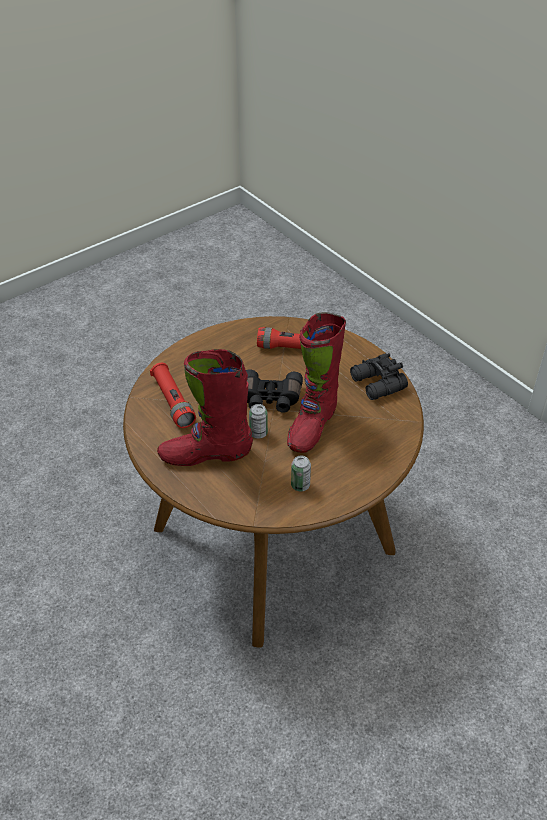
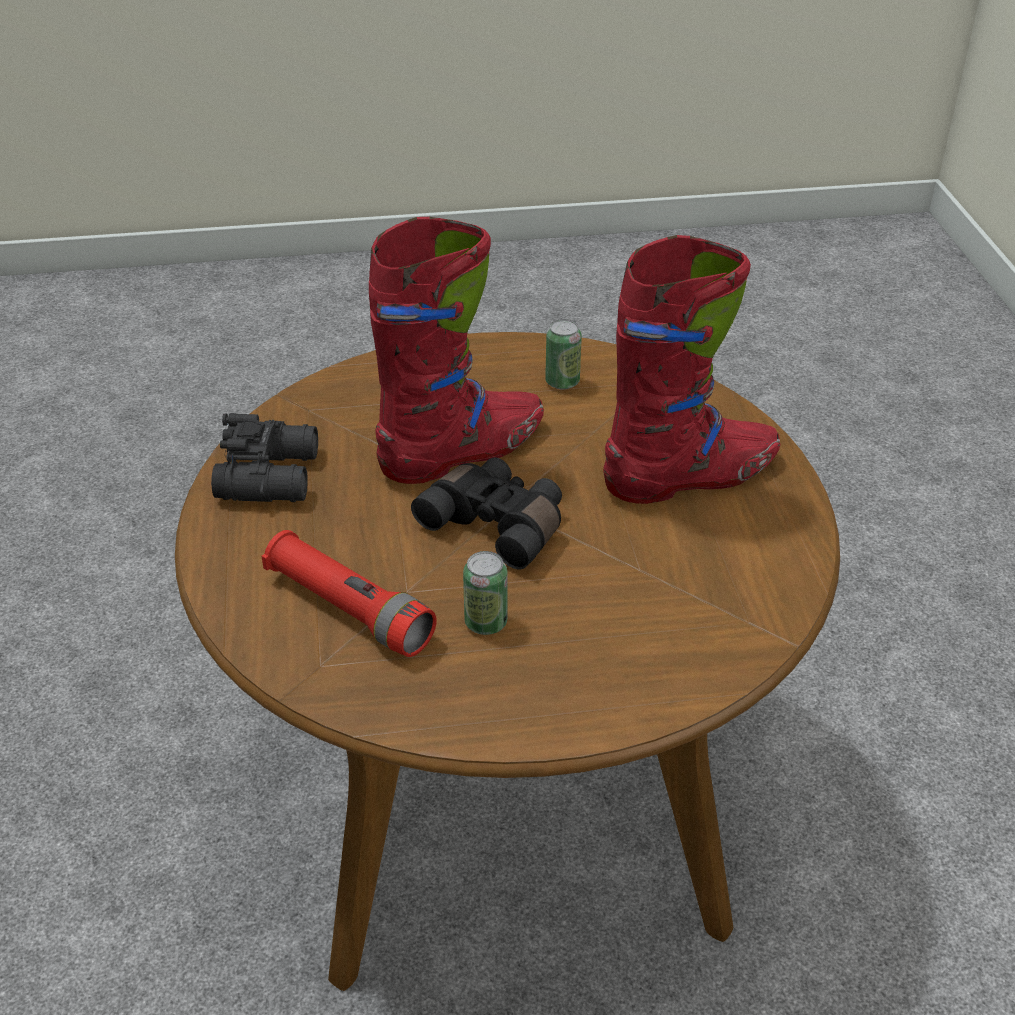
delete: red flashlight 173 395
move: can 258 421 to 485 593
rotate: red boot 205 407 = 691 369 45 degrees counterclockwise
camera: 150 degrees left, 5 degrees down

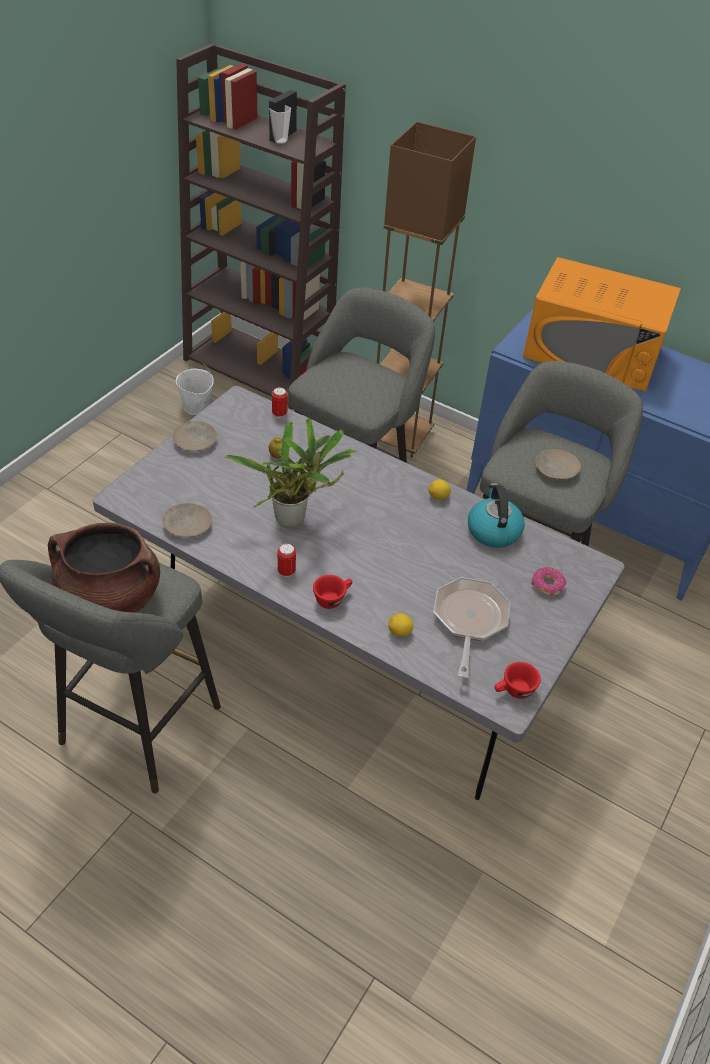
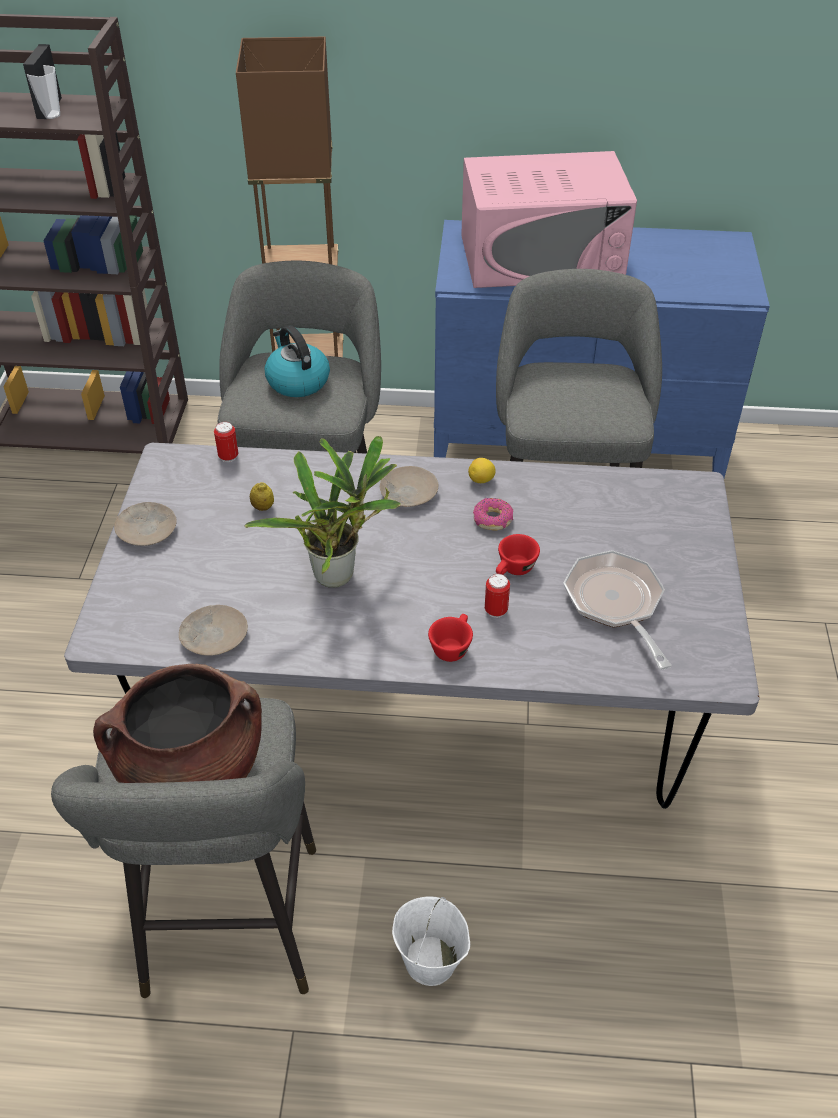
delete: lemon 400 625
move: white bucket 195 388 to 431 941; beige plate 558 464 to 409 486; kettle 496 515 to 297 361; can 286 560 to 497 596; donut 549 581 to 493 514; red cup 518 680 to 518 554
recolor: orange microwave 602 324 to pink microwave 549 219
camera: 25 degrees left, 0 degrees up

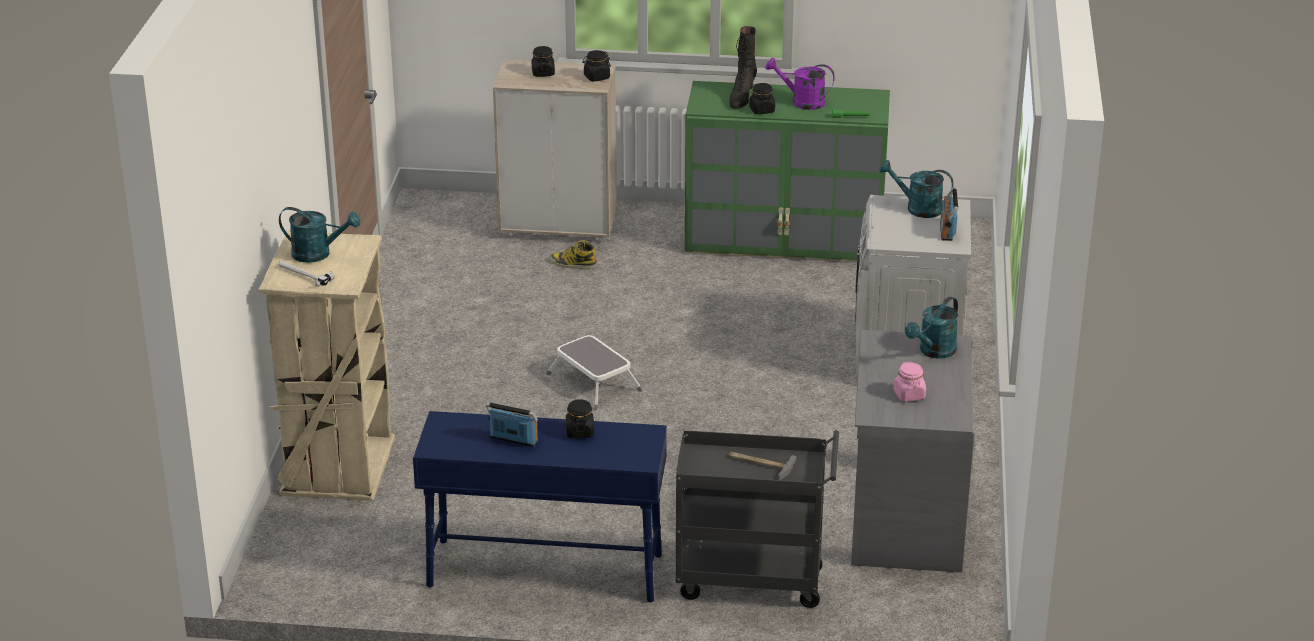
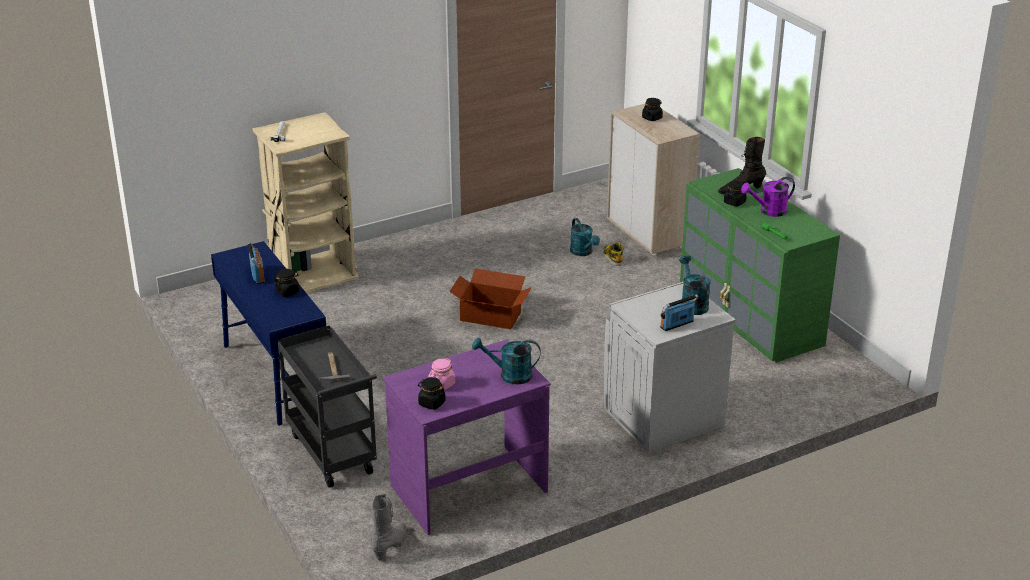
insert: grey boot 389 527
move: black jar 596 65 to 432 393; turquoise watering can 319 235 to 585 237
replace: grey step ladder 594 372 to cardboard box 490 298
recolor: grey desk 913 451 to purple desk 467 437
rotate: purple watering can 800 84 = 768 197 90 degrees counterclockwise
camera: 55 degrees right, 0 degrees up

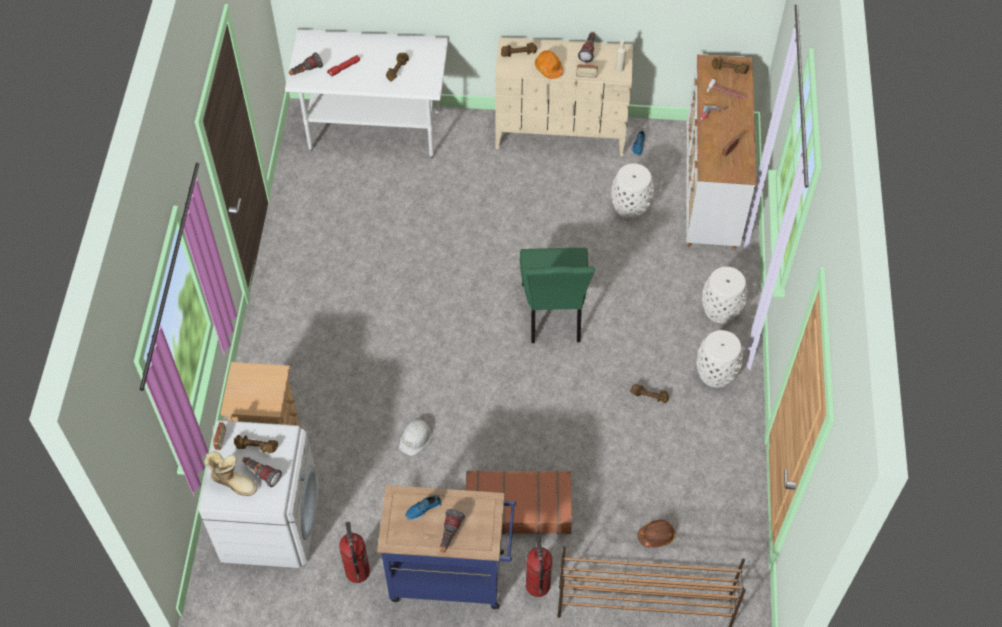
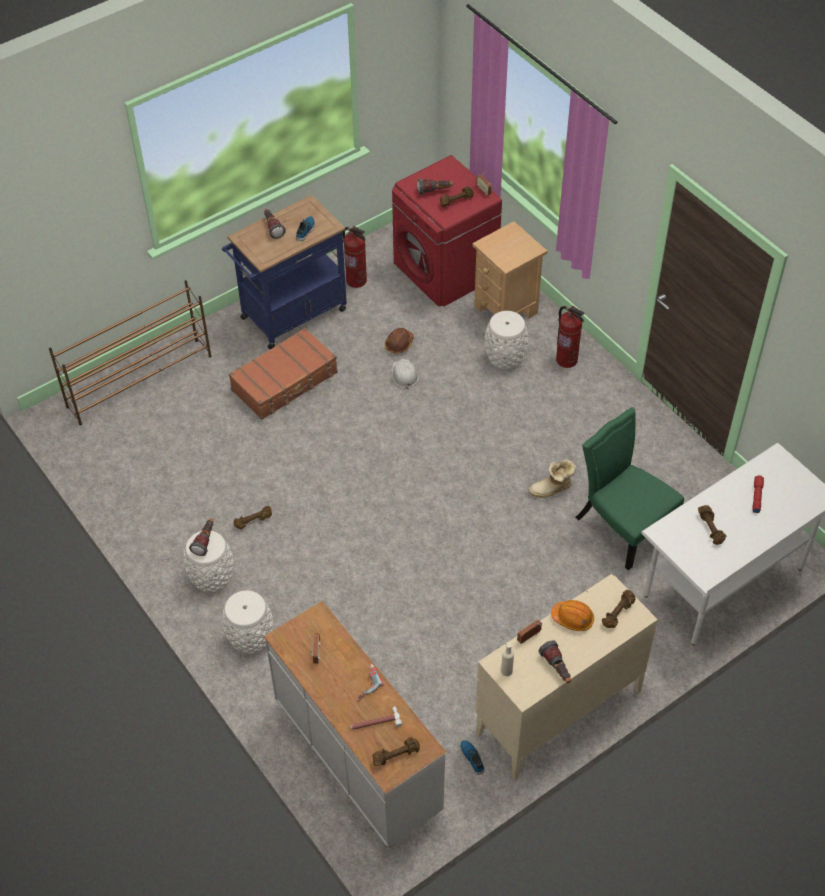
move: flashlight 306 64 to 201 537; white stool 632 191 to 506 340; green chair 557 295 to 629 489; boot 230 473 to 552 478; brown hard hat 656 534 to 399 341; fire extinguisher 539 566 to 570 337
recolor: white washing machine 259 494 to red washing machine 447 230
camera: 140 degrees right, 5 degrees down

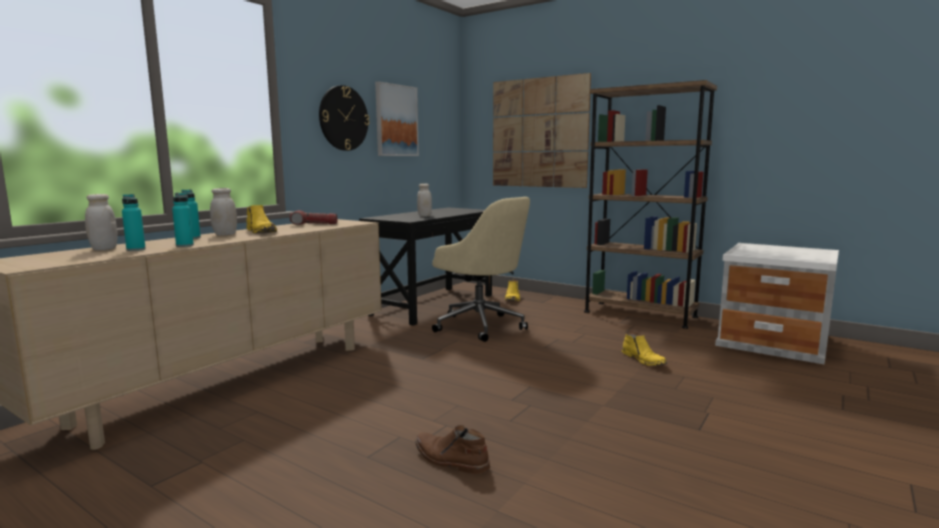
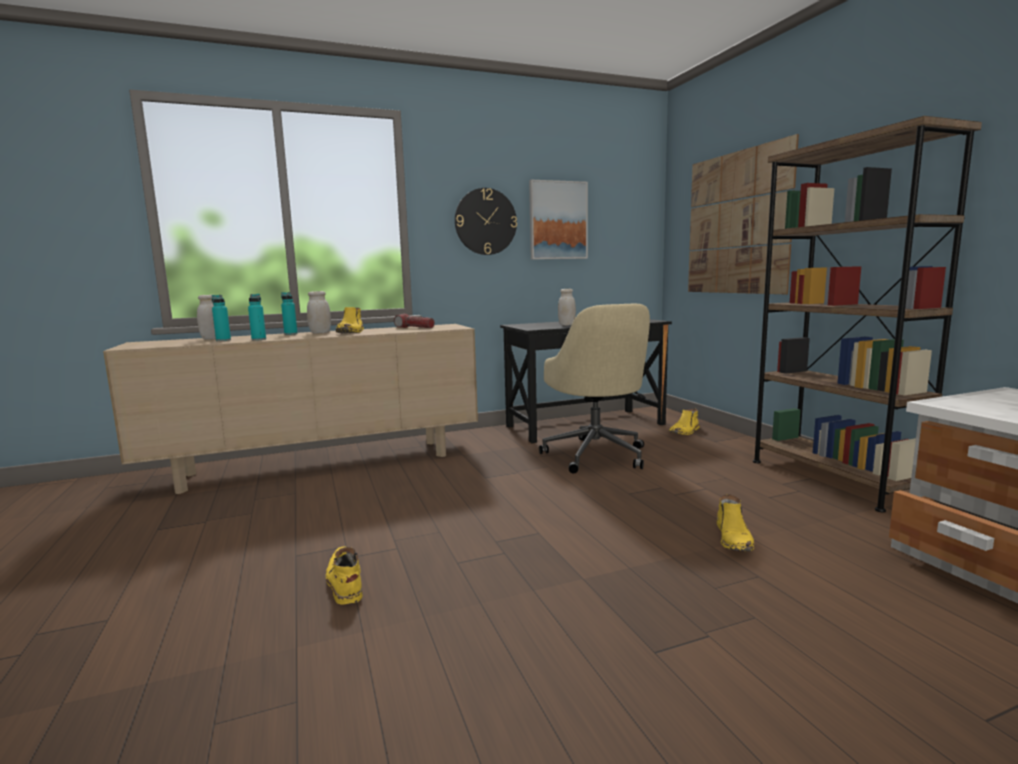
recolor: brown boot 452 449 to yellow boot 344 576
camera: 35 degrees right, 0 degrees up

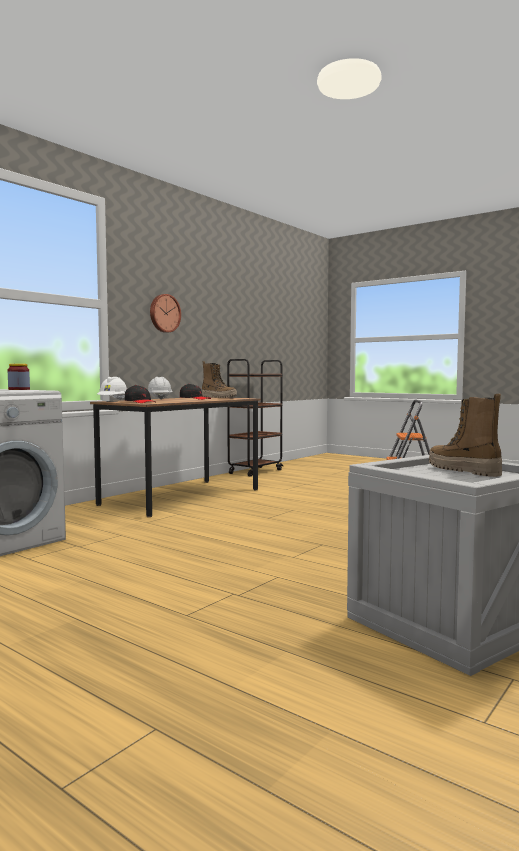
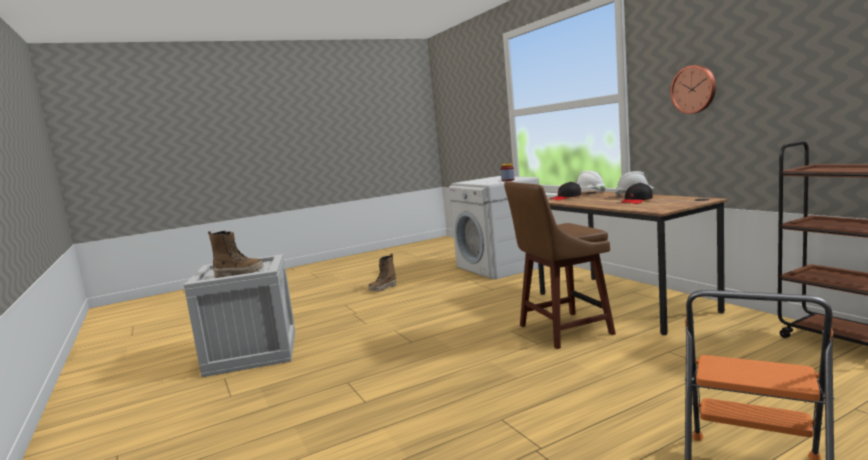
insert: brown chair 560 265
move: boot 219 379 to 382 273
camera: 115 degrees right, 5 degrees up

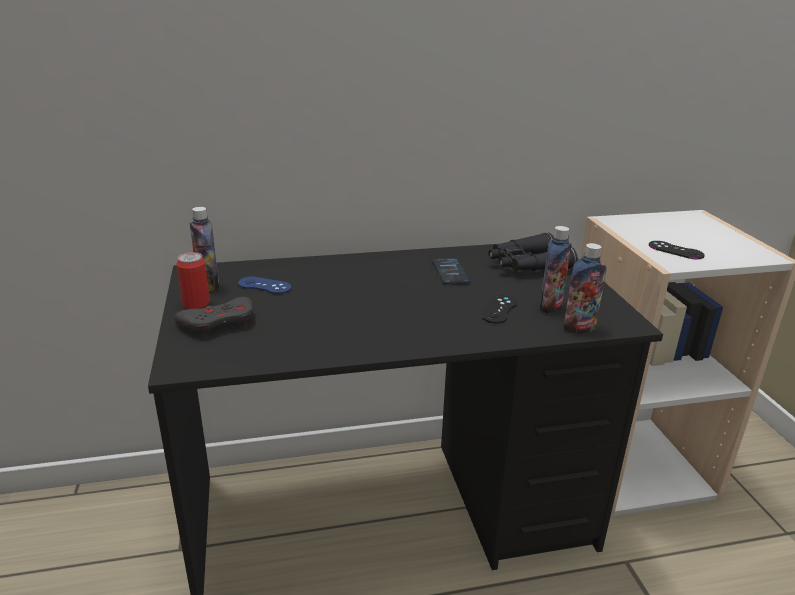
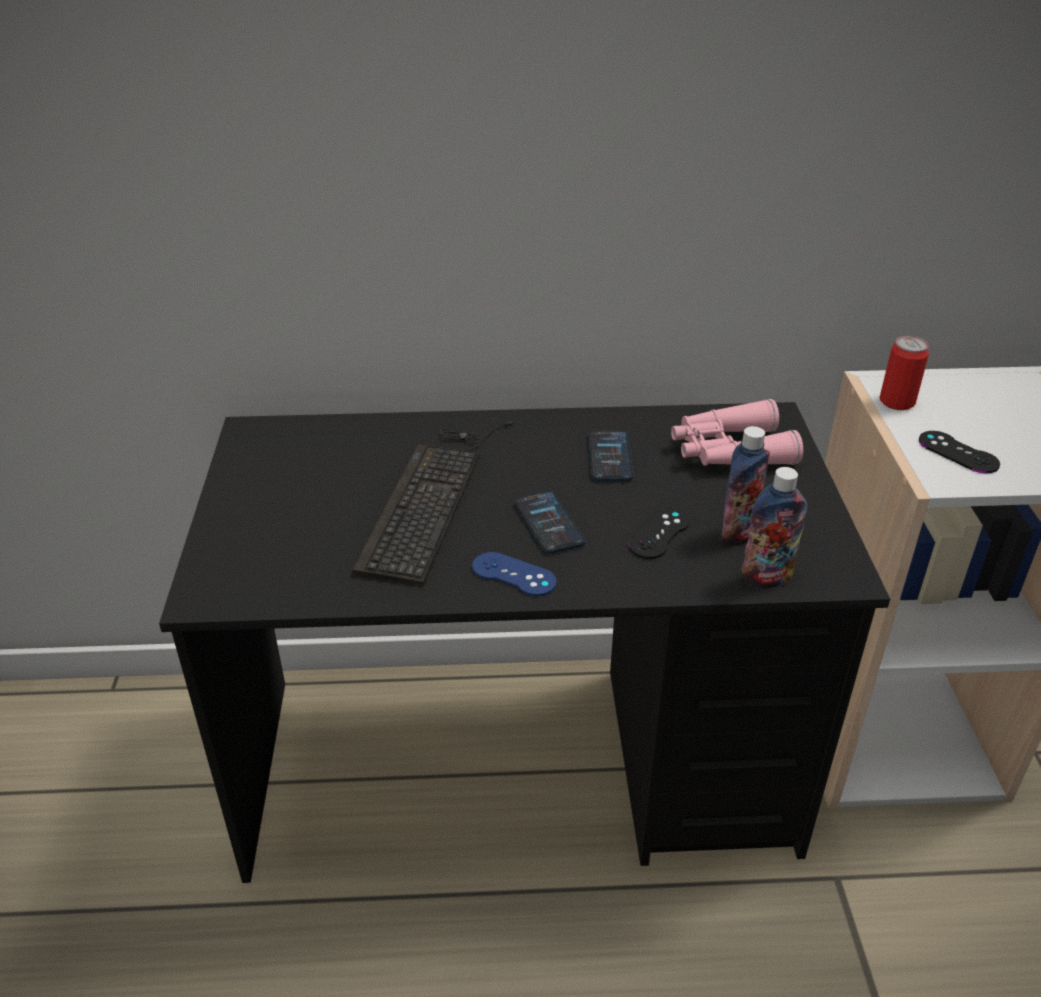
delete: bottle 204 249; grey game controller 213 317
insert: keyboard 432 503; phone 550 522
move: can 193 280 to 904 373; blue game controller 264 285 to 514 574
recolor: black binoculars 533 251 to pink binoculars 737 432
camera: 10 degrees right, 10 degrees up

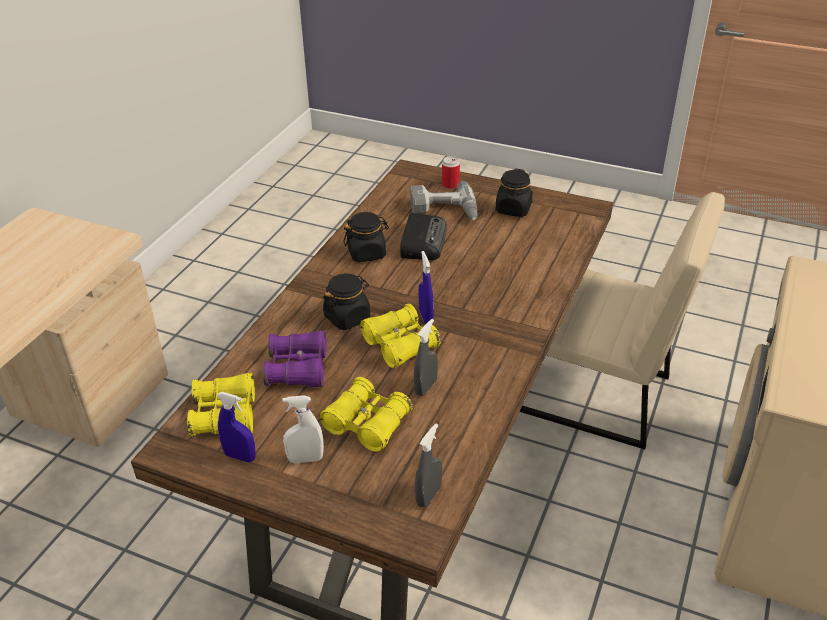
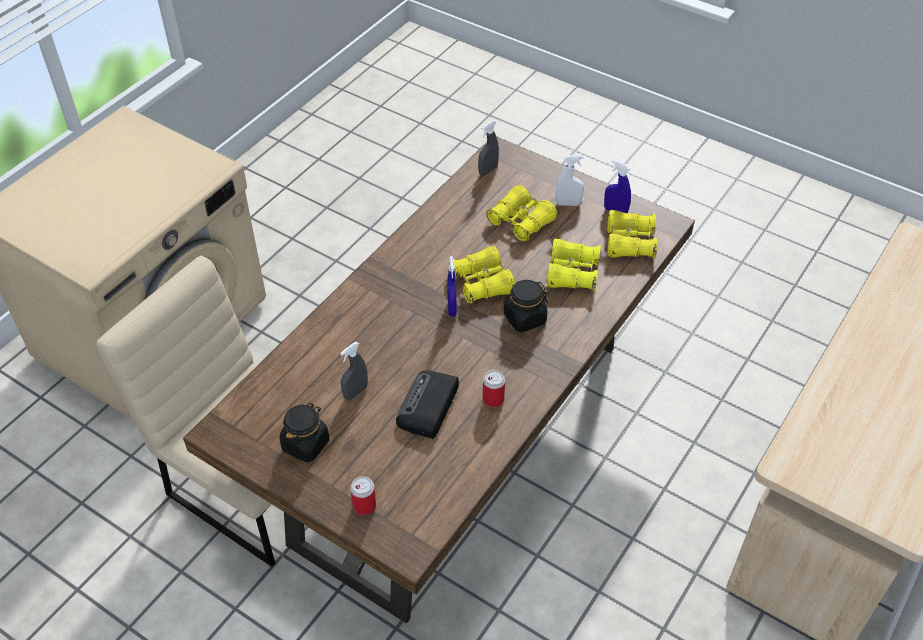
delete: power drill 444 200
move: grey spray bottle 426 357 to 354 371
replace: black jar 366 237 to can 494 388
recolor: purple binoculars 295 359 to yellow binoculars 574 265
camera: 170 degrees left, 10 degrees up

